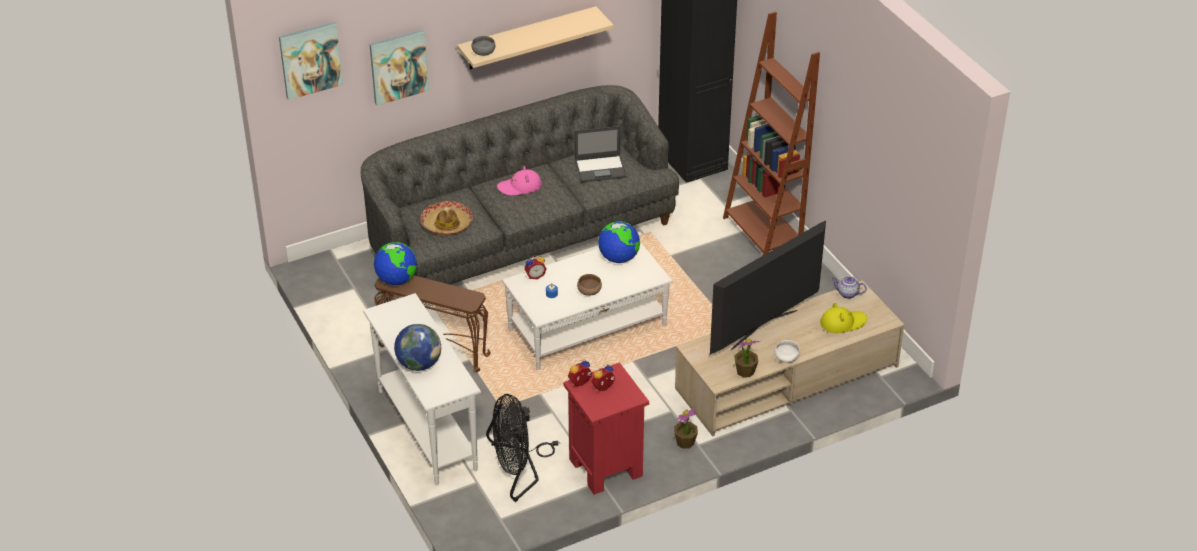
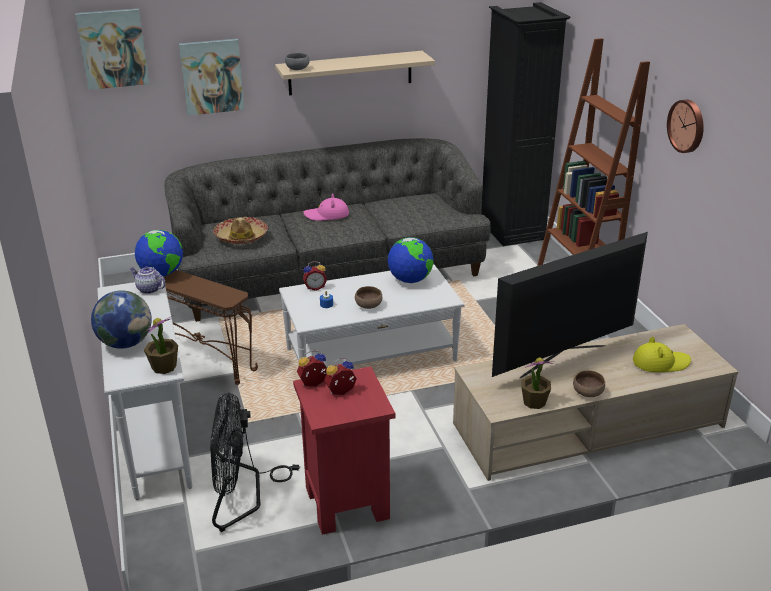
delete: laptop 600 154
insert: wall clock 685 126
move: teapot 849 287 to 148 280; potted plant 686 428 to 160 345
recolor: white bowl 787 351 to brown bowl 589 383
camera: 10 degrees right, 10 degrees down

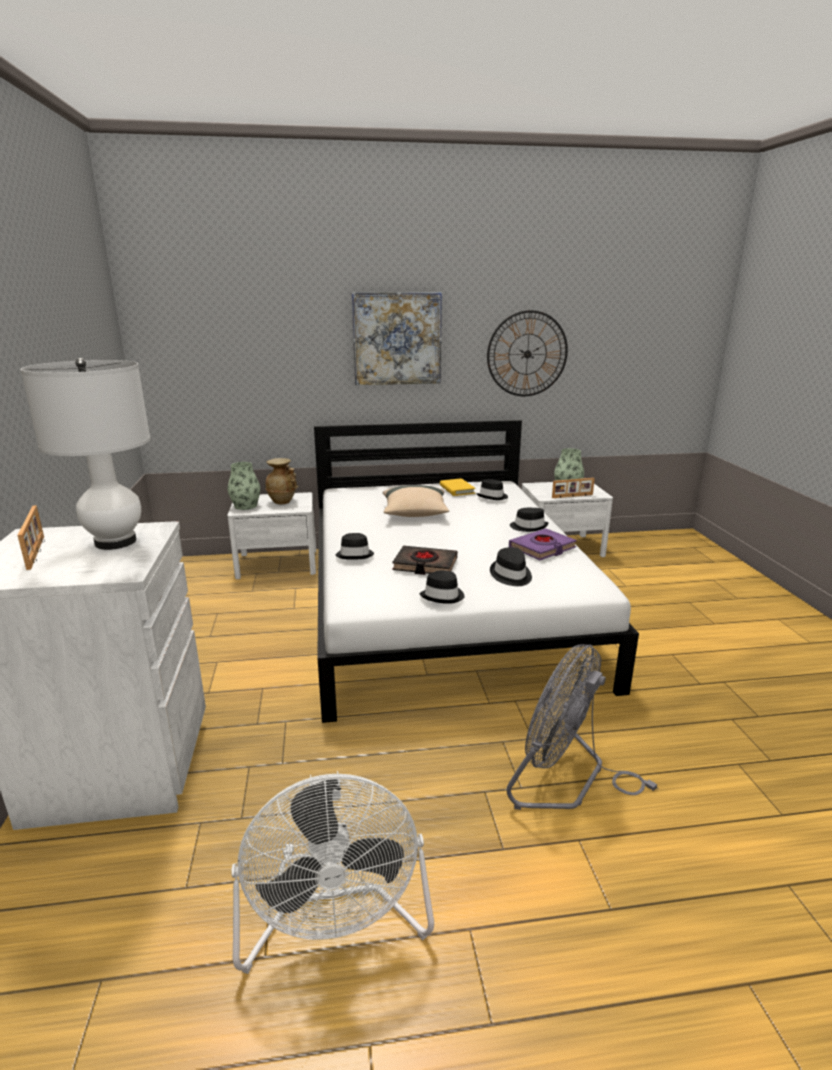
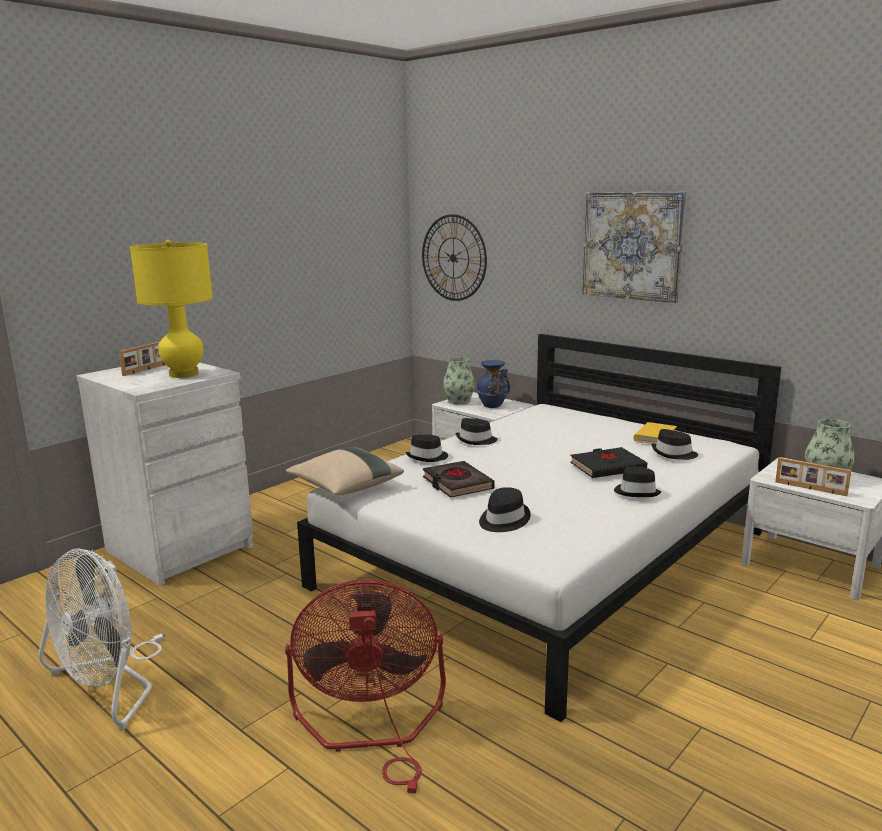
delete: purple book 543 544
insert: black book 608 462
move: wall clock 527 353 to 454 257; beige pillow 416 501 to 345 471; black hat 441 587 to 476 431
recolor: white table lamp 85 454 to yellow table lamp 171 309; beige vase 282 481 to blue vase 493 384; grey fan 583 727 to red fan 365 686
camera: 50 degrees right, 5 degrees down

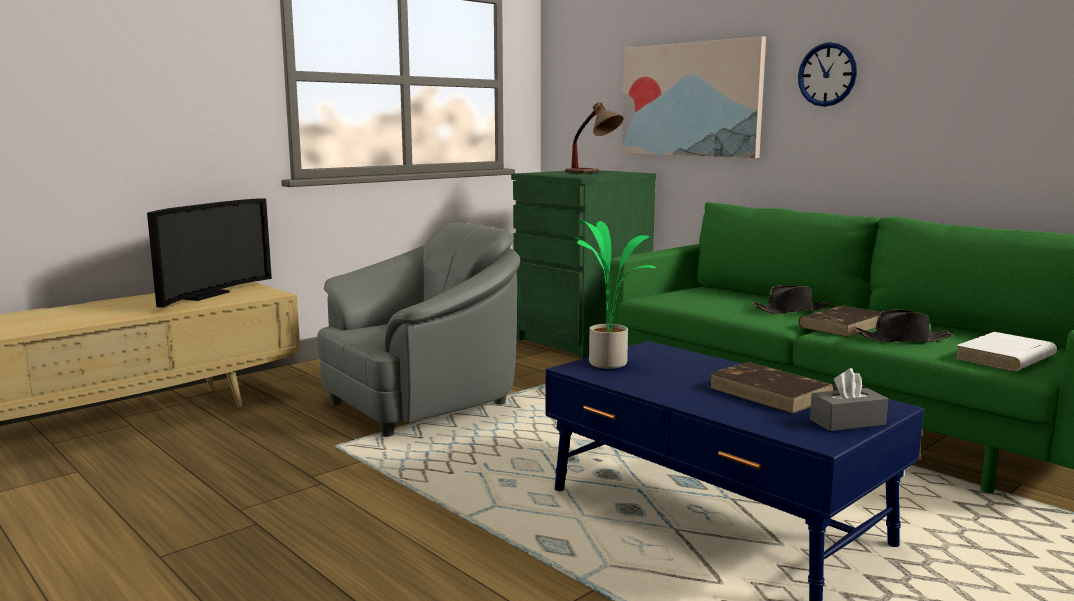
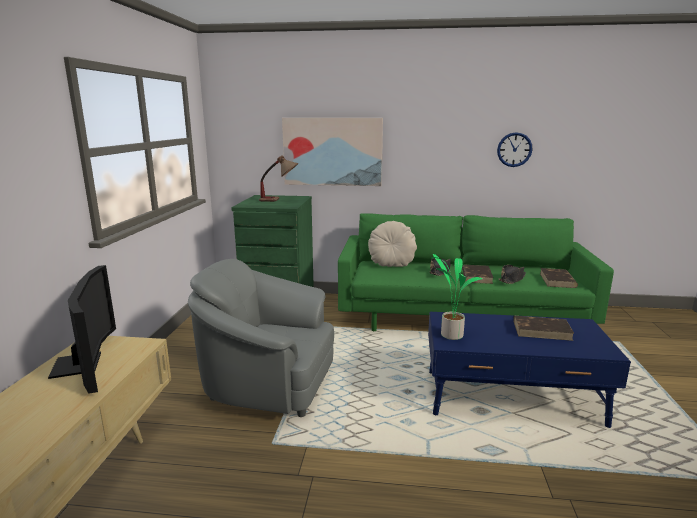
delete: grey tissue box 849 399
insert: beige pillow 392 244
move: wall clock 827 74 to 514 149
recolor: white book 1005 351 to brown book 559 278
rotate: grey armchair 418 330 = 261 338 90 degrees counterclockwise
camera: 40 degrees left, 5 degrees up

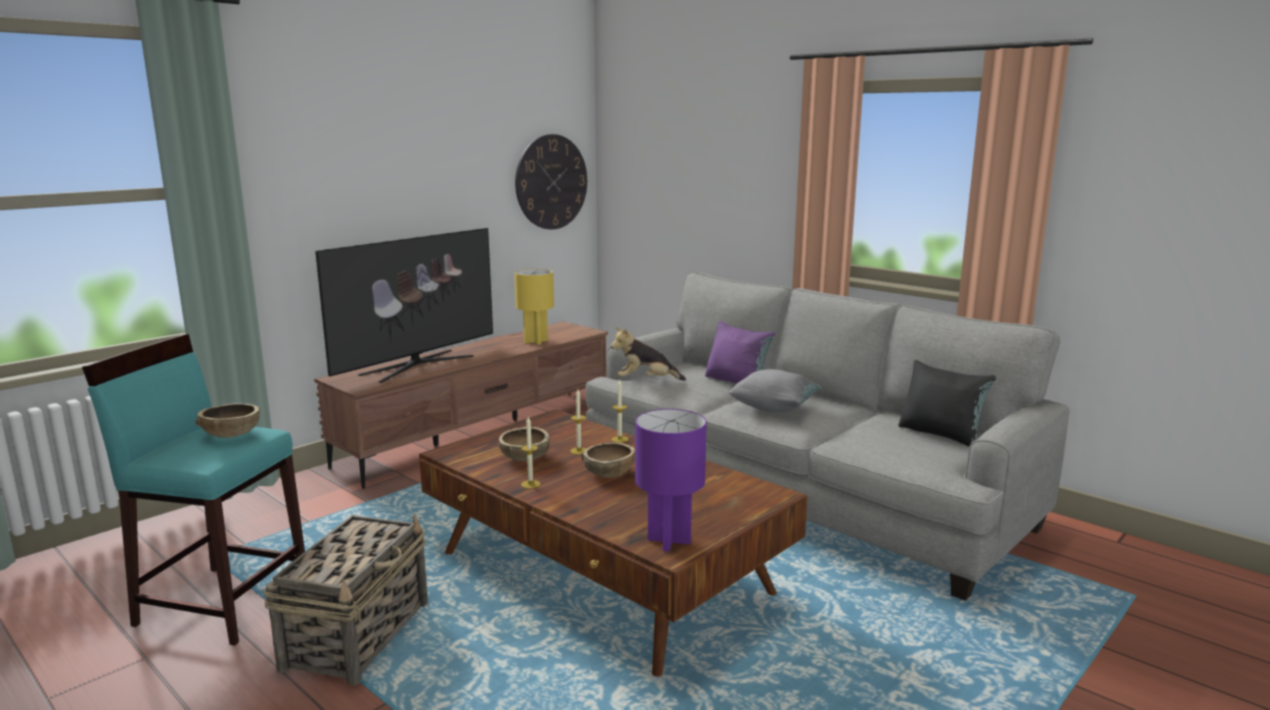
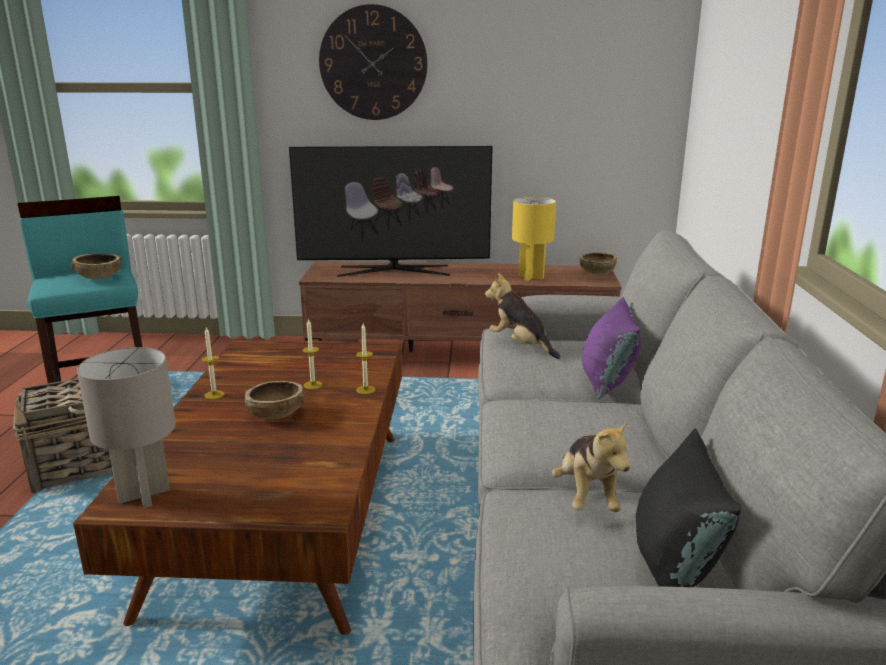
delete: grey pillow 775 390
insert: plush toy 591 466
move: wall clock 551 181 to 373 62; brown bowl 524 444 to 598 263
recolor: purple table lamp 671 480 to grey table lamp 126 427
camera: 50 degrees right, 5 degrees up

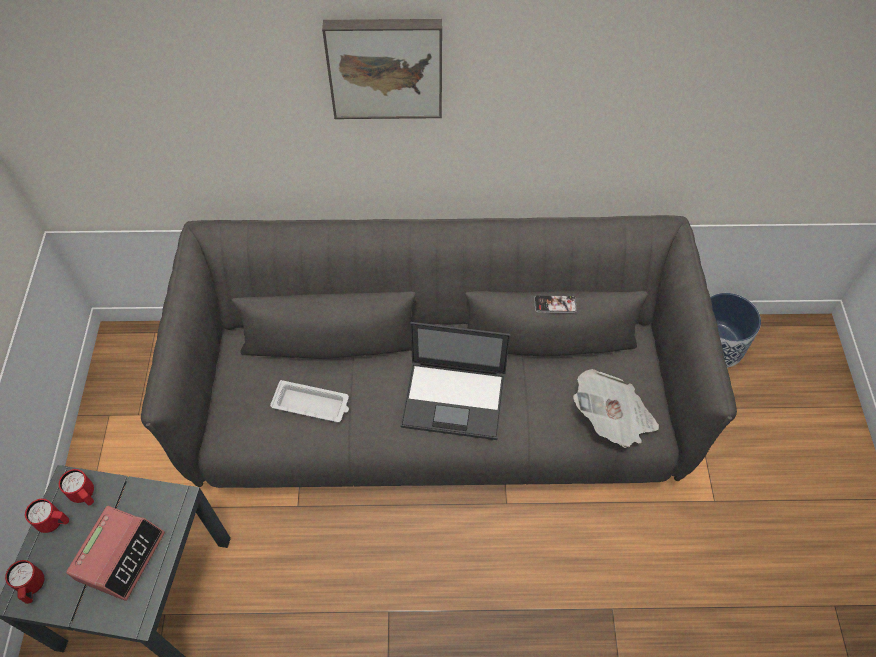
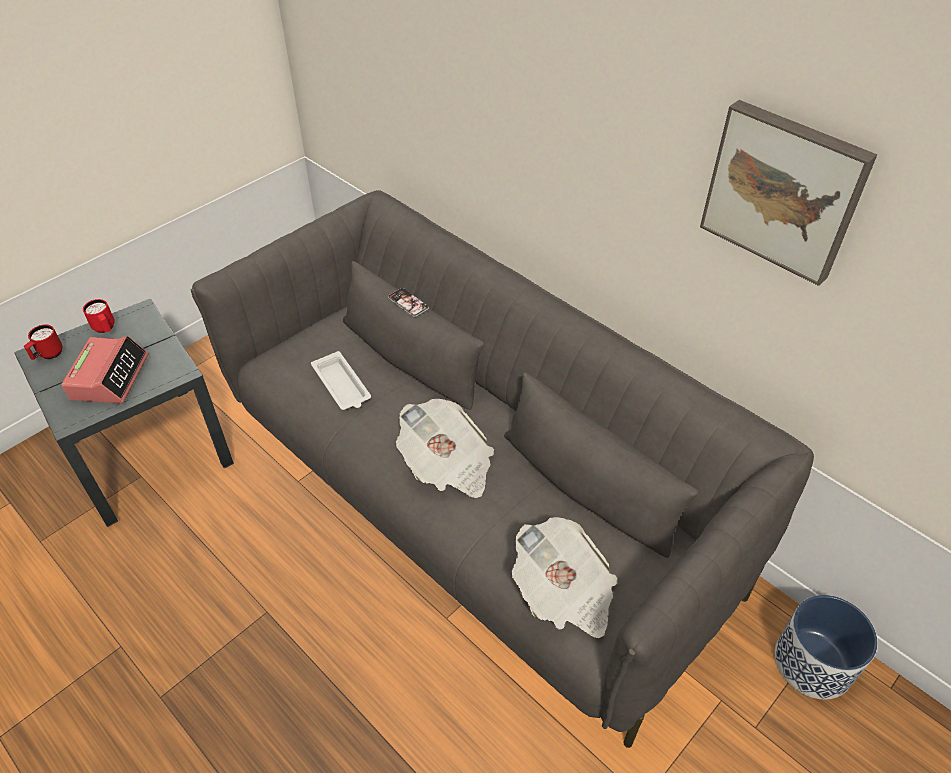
delete: red mug 76 487
move: picture 382 69 to 788 193; phone 555 304 to 408 302
replace: laptop 455 381 to newspaper 445 448
rotate: alarm clock 115 553 = 105 370 60 degrees counterclockwise
camera: 45 degrees right, 10 degrees down

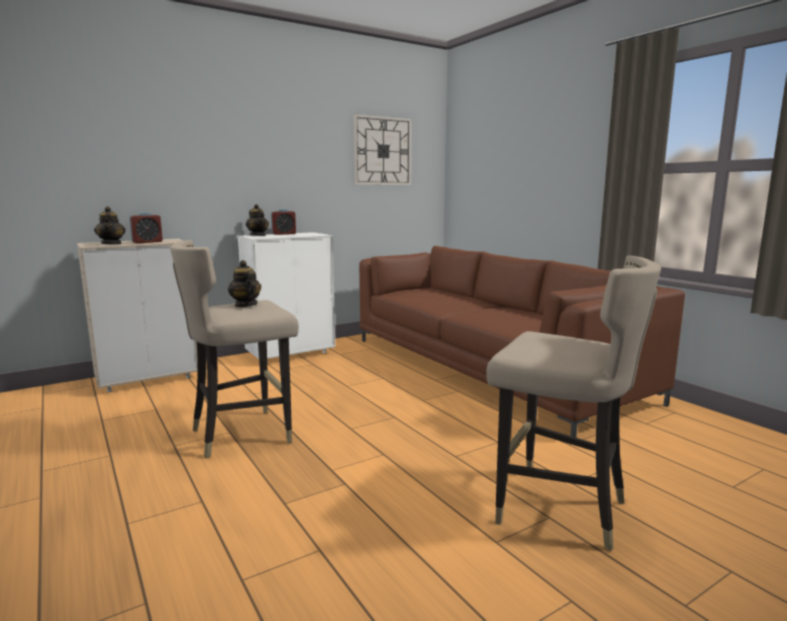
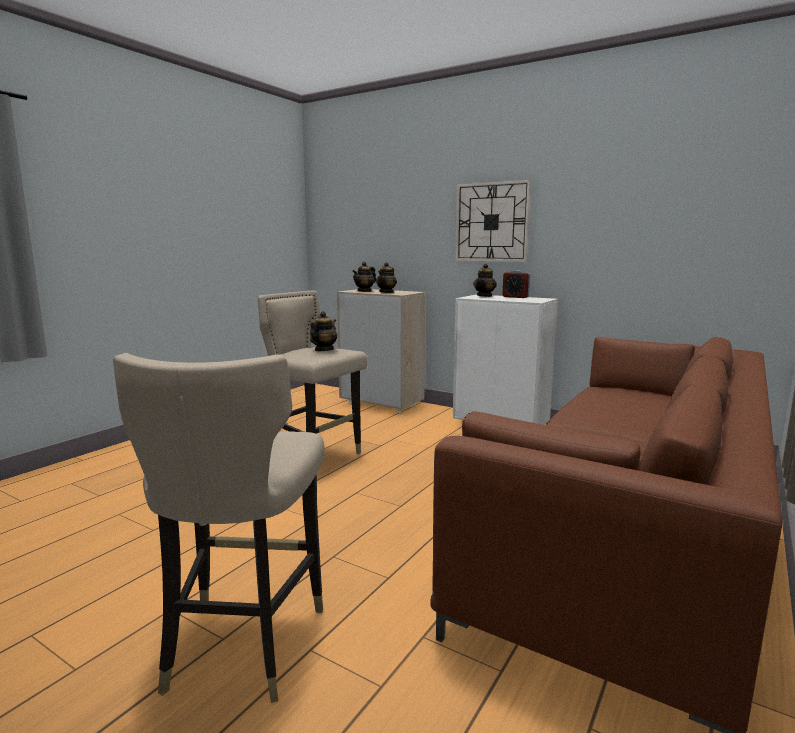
move: wall clock 382 149 to 493 220
replace: alarm clock 146 227 to teapot 386 277
camera: 65 degrees right, 0 degrees up

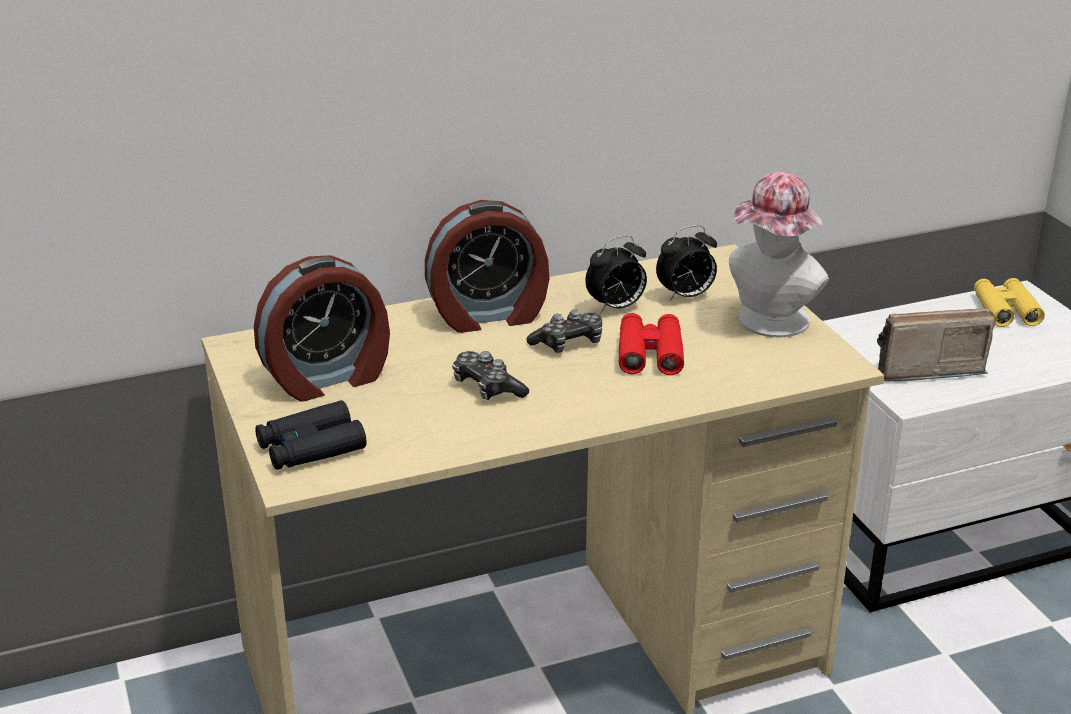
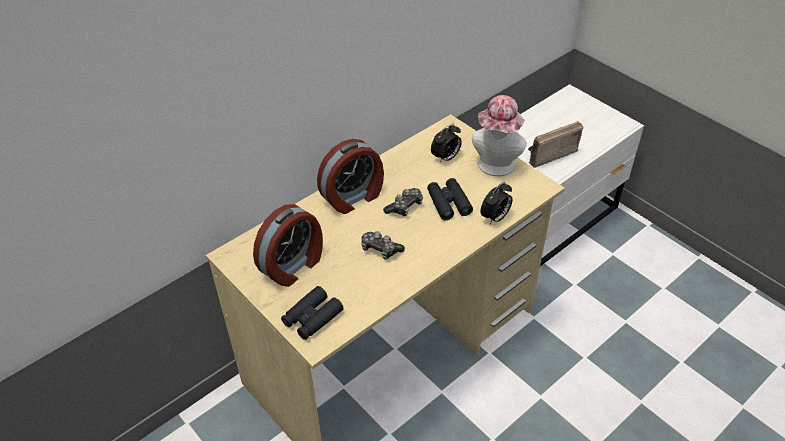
delete: yellow binoculars 1009 302
move: alarm clock 616 274 to 496 203
recolor: red binoculars 651 344 to black binoculars 450 199
camera: 20 degrees left, 15 degrees up

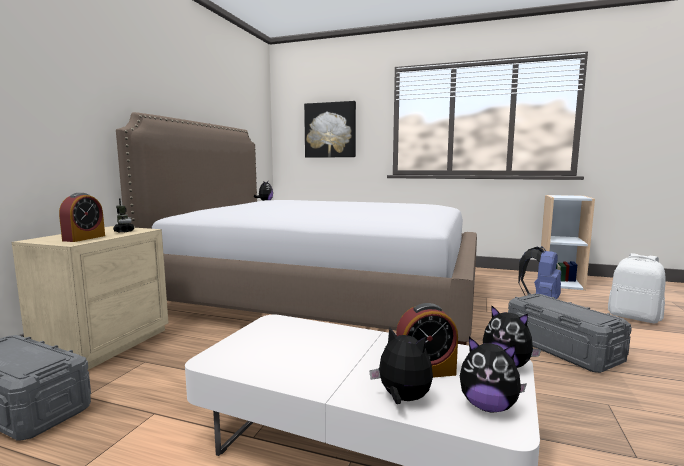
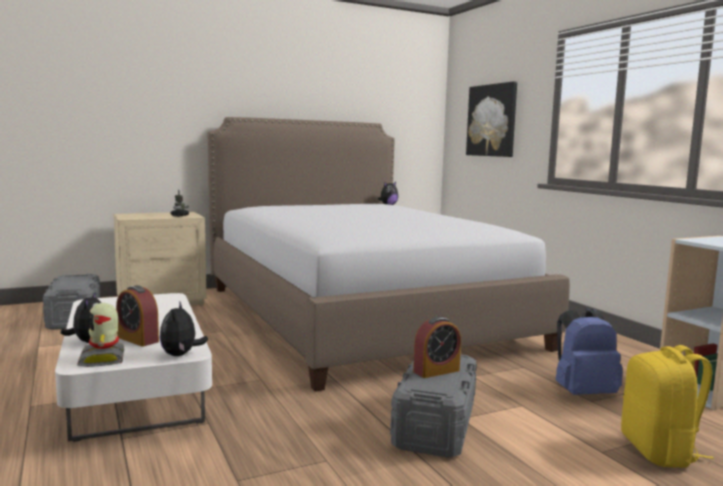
move: alarm clock 82 217 to 437 347
replace: plush toy 493 374 to toy robot 100 335
recolor: white backpack 637 288 to yellow backpack 667 406
camera: 45 degrees right, 0 degrees up

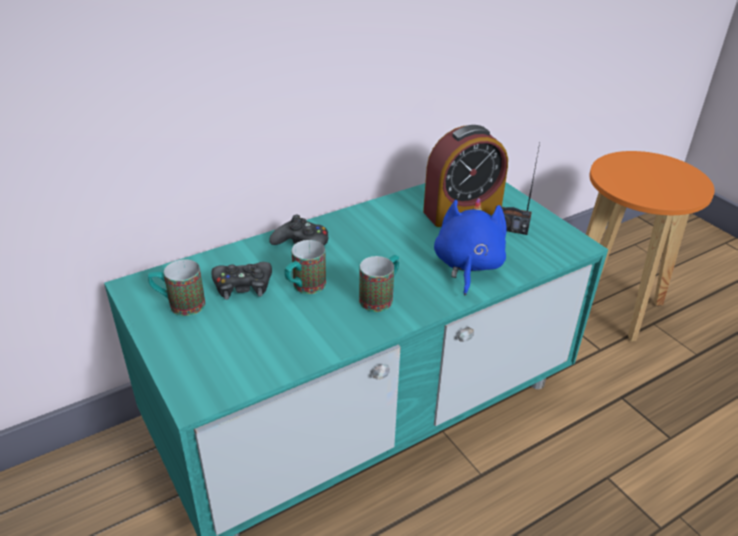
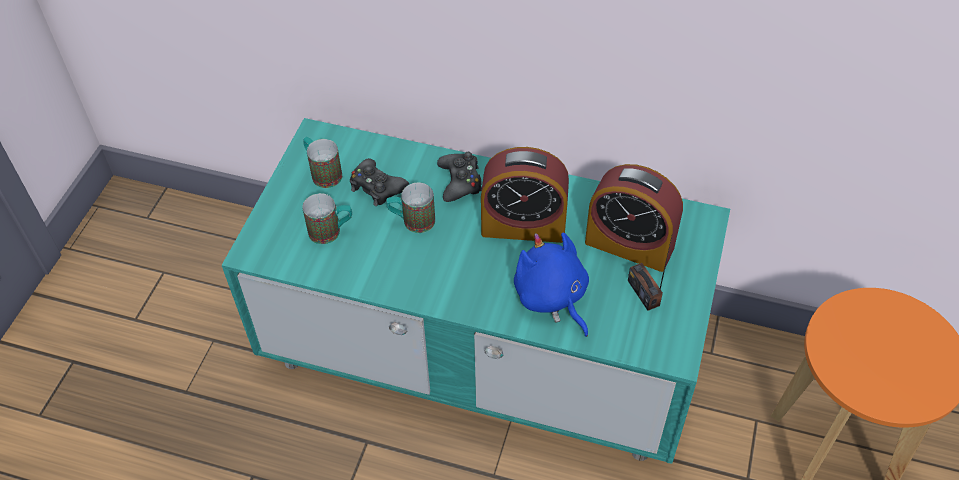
insert: alarm clock 525 195
move: mug 379 283 to 327 218
rotate: blue plush toy 470 247 = 551 284 90 degrees counterclockwise
camera: 50 degrees right, 15 degrees up

